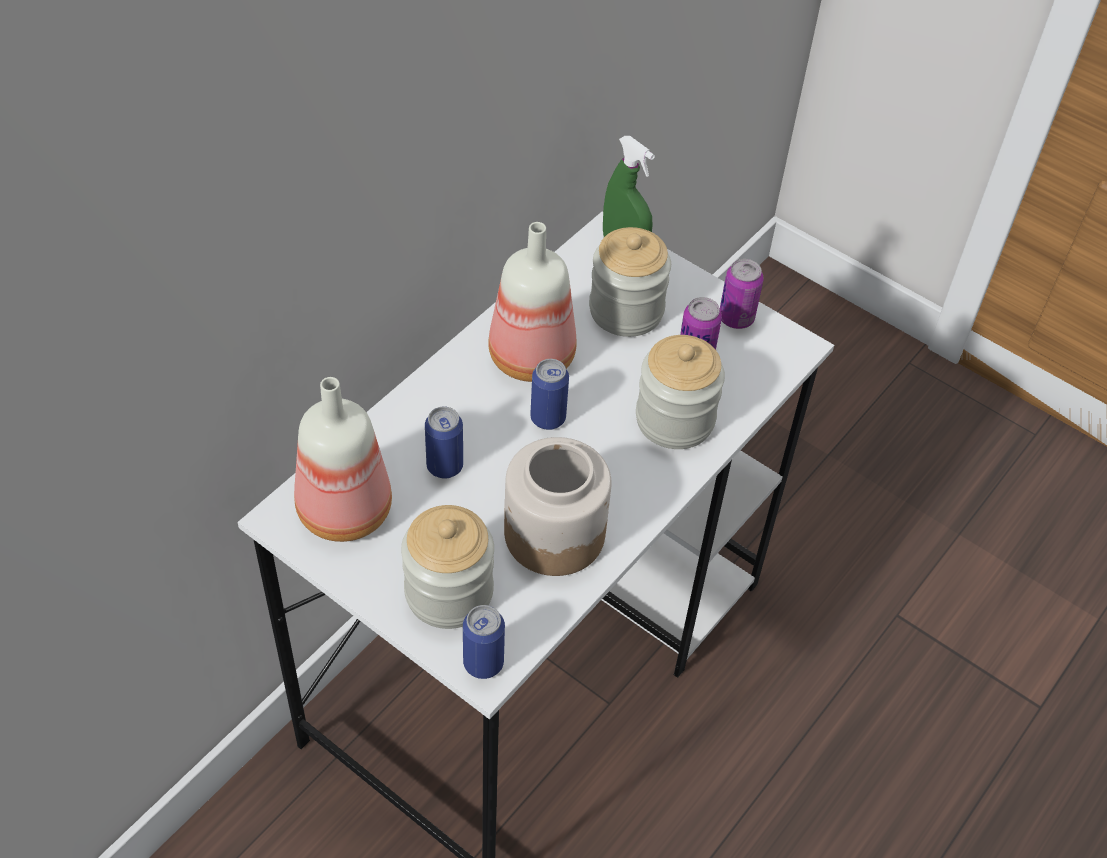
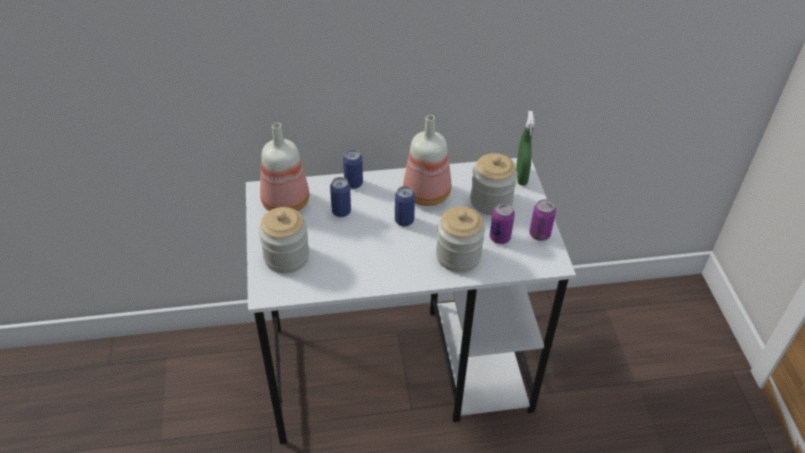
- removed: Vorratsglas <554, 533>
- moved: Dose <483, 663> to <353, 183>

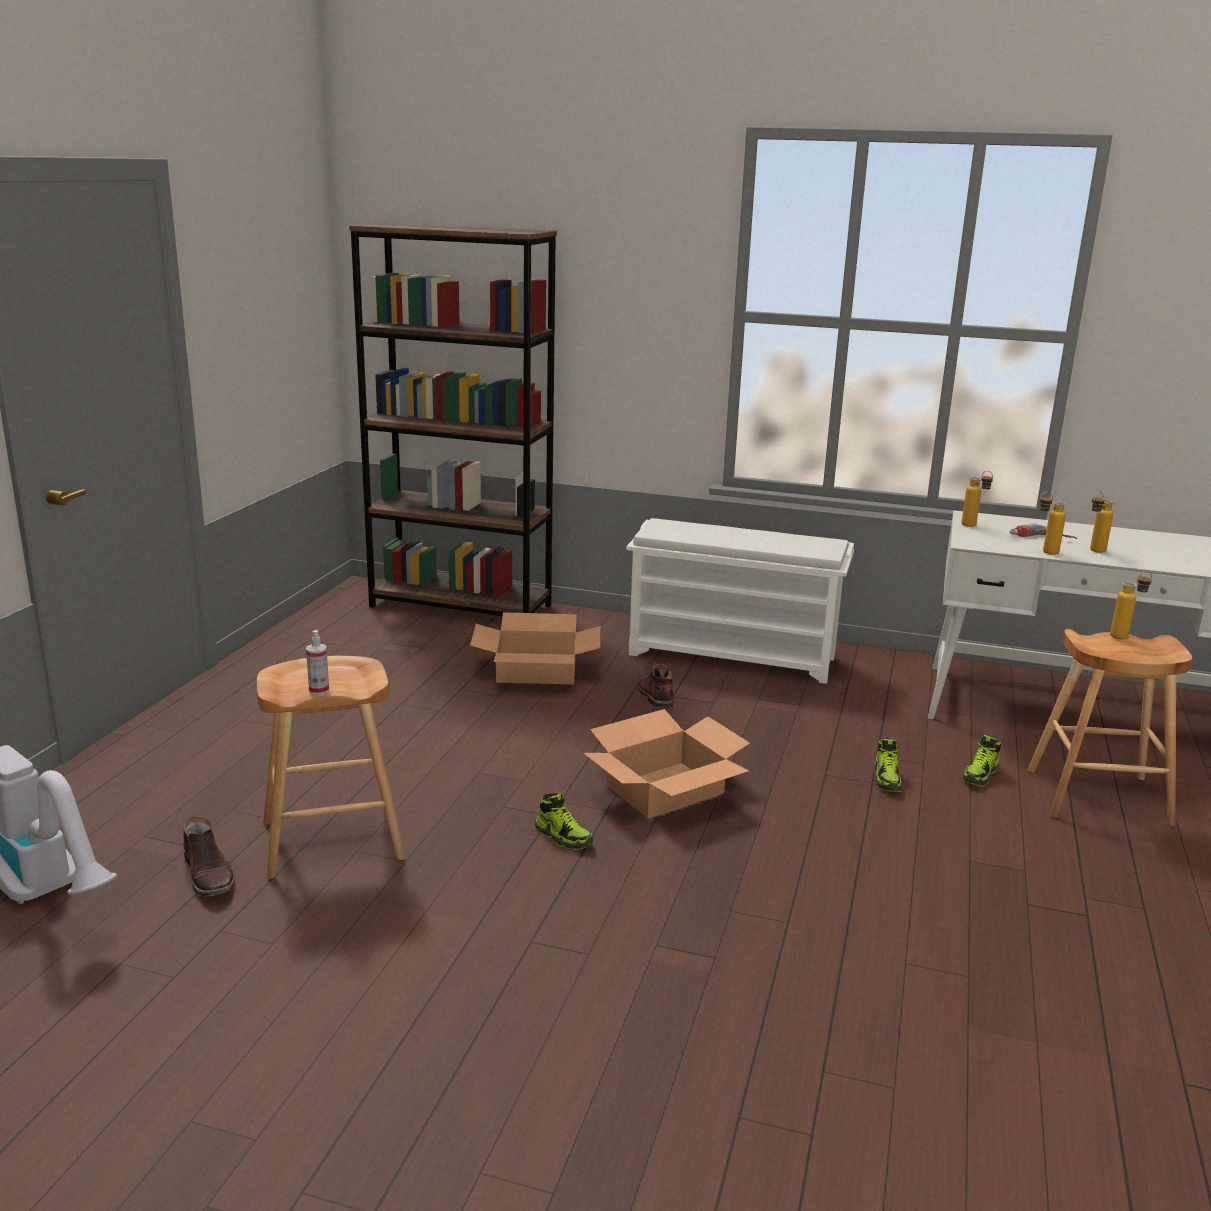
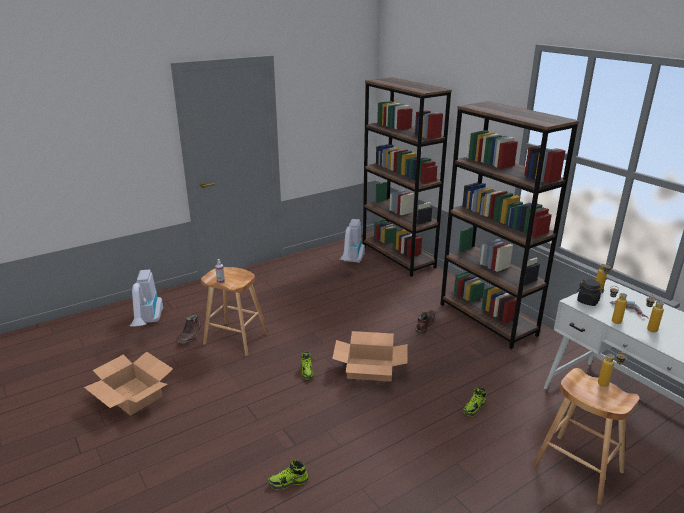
- replaced: Schuhregal (weiß) <734, 655> to Bücherregal (braun) <487, 319>
- moved: Karton <536, 671> to <133, 396>
- moved: Schuh <980, 775> to <288, 482>
- added: Staubsauger <351, 262>
- added: Vorratsglas (schwarz) <588, 301>

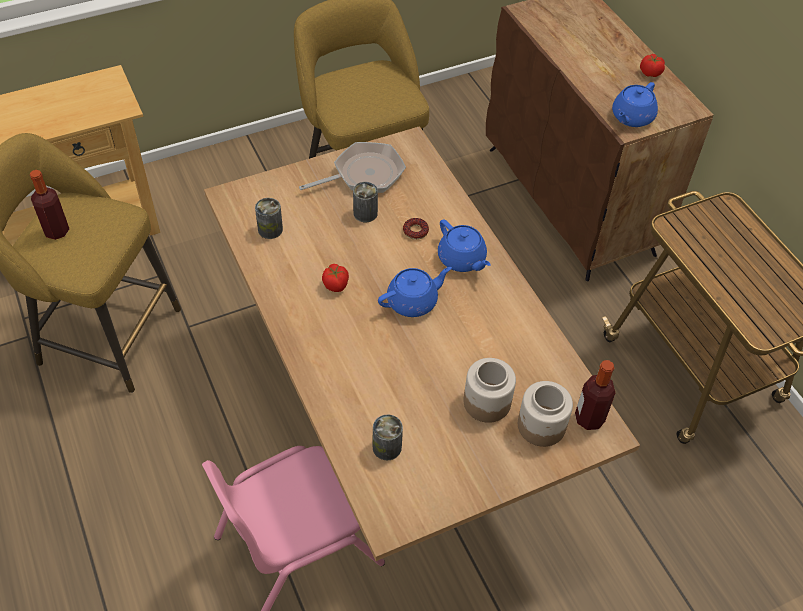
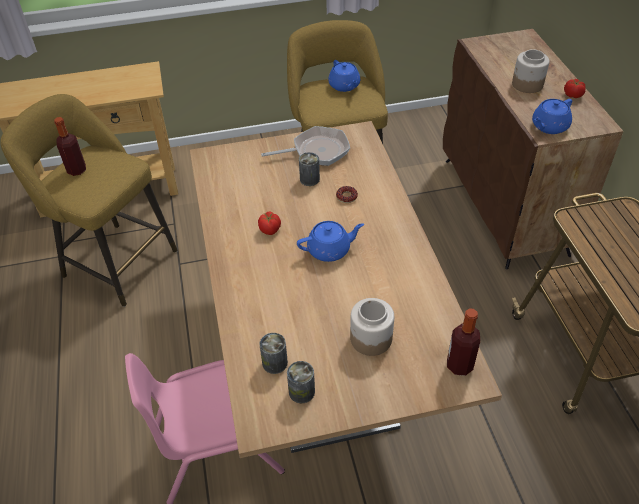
- moved: Dose <270, 229> to <301, 391>
- moved: Teekanne (blau) <462, 259> to <344, 86>
- moved: Vorratsglas <541, 426> to <527, 84>

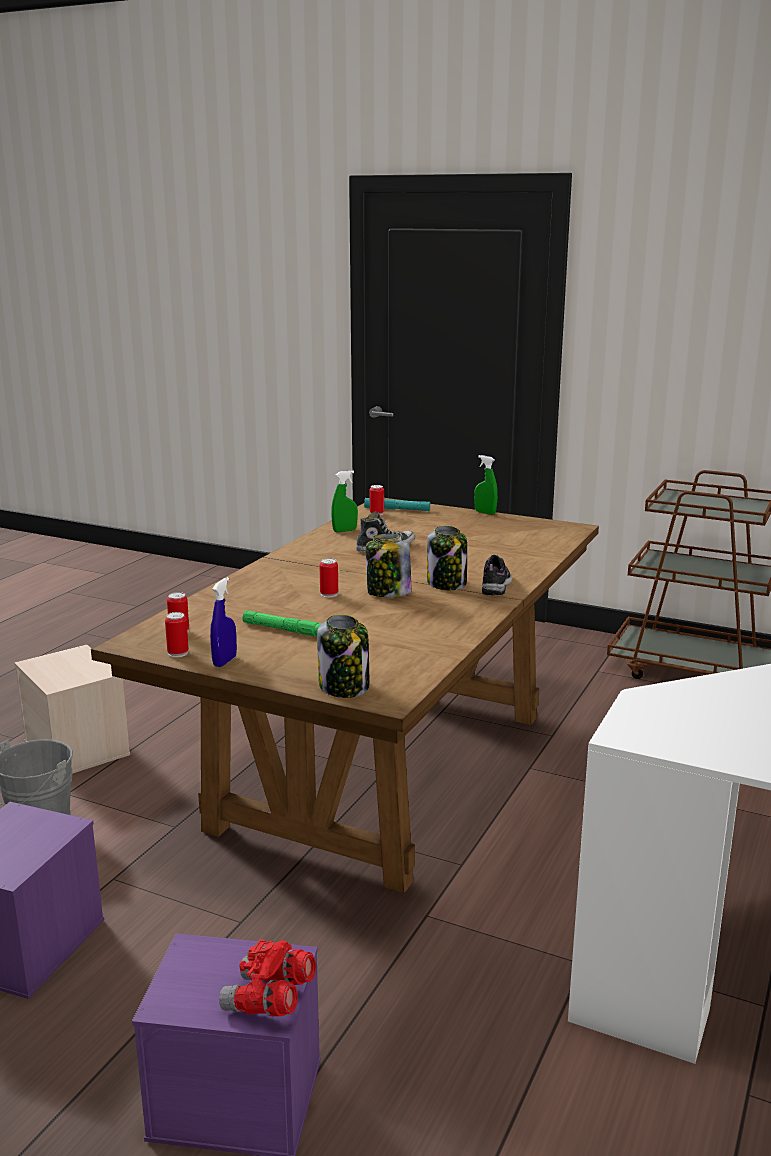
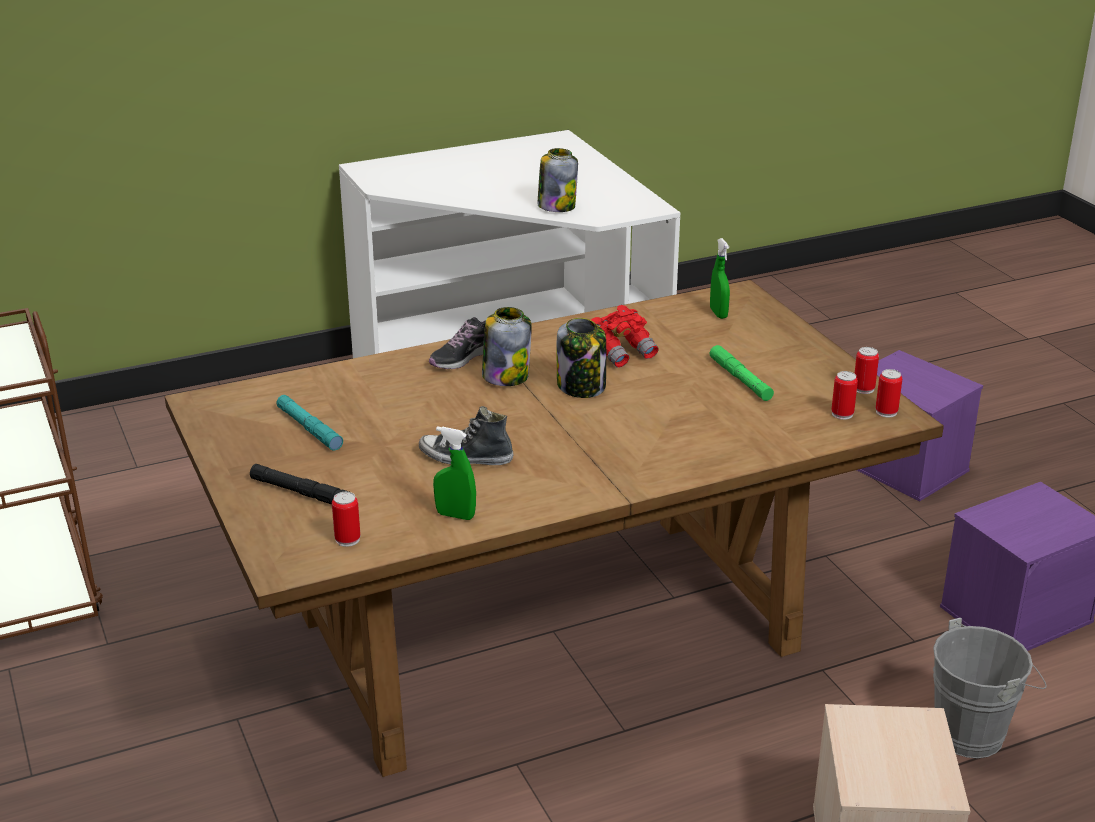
- moved: Sprühflasche (grün) <485, 513> to <718, 313>
- moved: Taschenlampe (türkis) <397, 509> to <309, 428>
- moved: Dose <329, 594> to <886, 412>
- removed: Sprühflasche (blau) <224, 661>
- moved: Vorratsglas <344, 687> to <556, 206>
- moved: Fernglas (rot) <269, 1000> to <621, 352>
- added: Taschenlampe (schwarz) <300, 492>

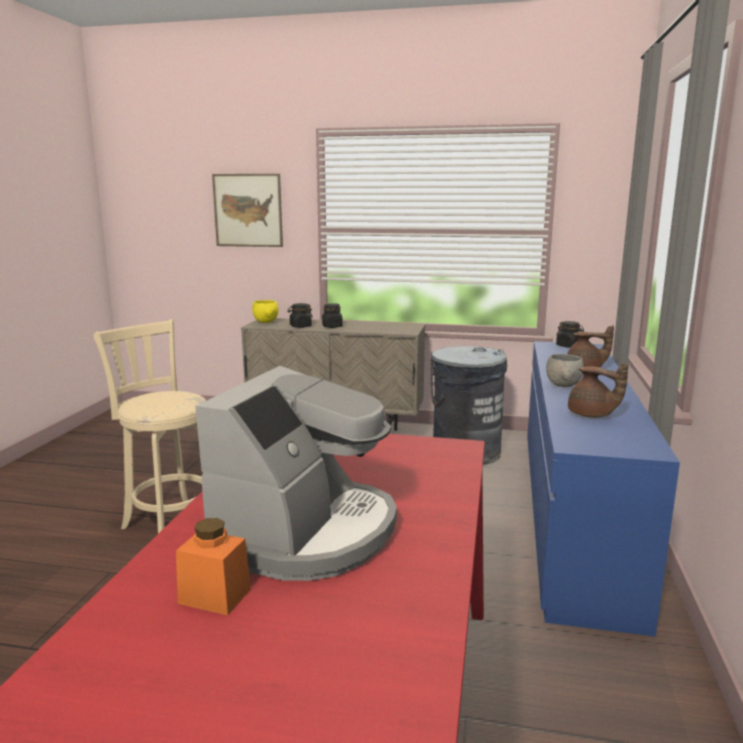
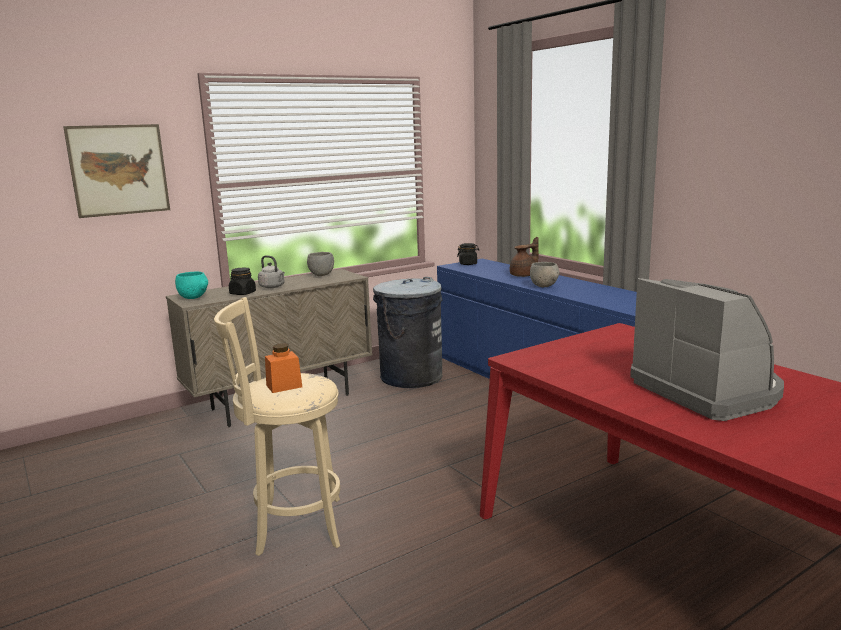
- recoloured: Schüssel (gelb) <266, 323> to Schüssel (türkis) <193, 298>
- replaced: Vorratsglas (schwarz) <332, 326> to Wasserkessel (grau) <273, 287>
- removed: Teekanne (braun) <591, 415>
- moved: Vorratsglas (orange) <215, 596> to <284, 386>
- added: Schüssel (grau) <321, 275>

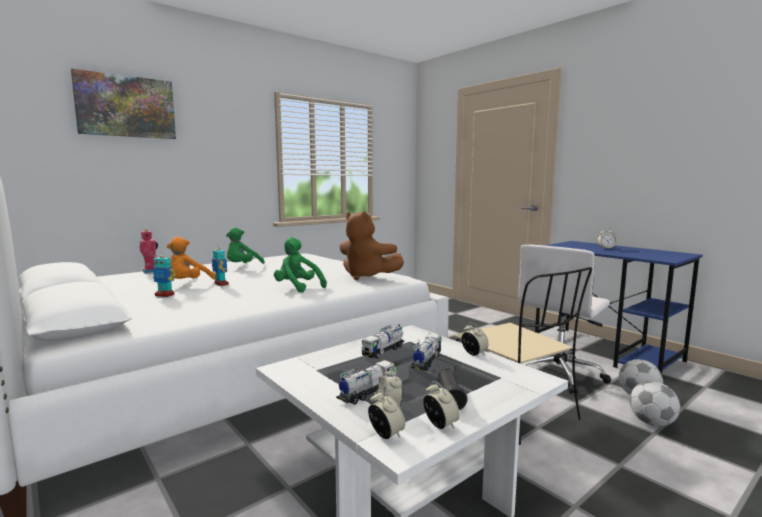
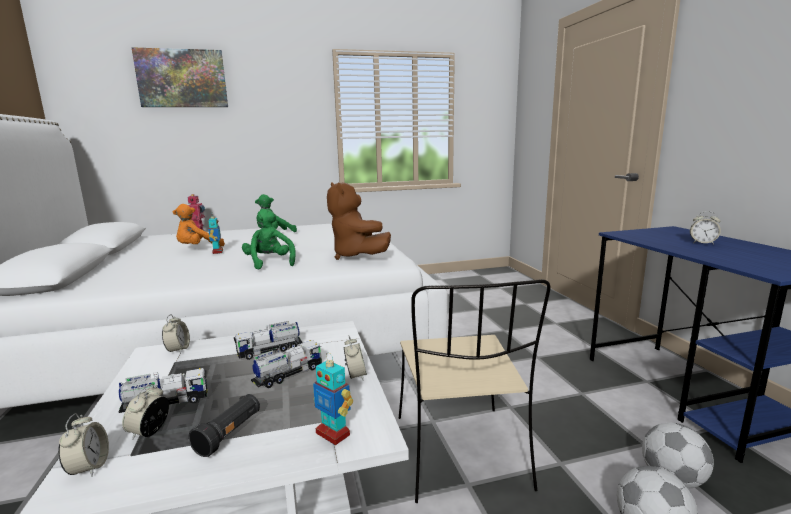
- removed: Bürostuhl (weiß) <558, 374>
- moved: Spielzeugroboter <165, 295> to <333, 434>
- moved: Wecker <440, 425> to <178, 350>

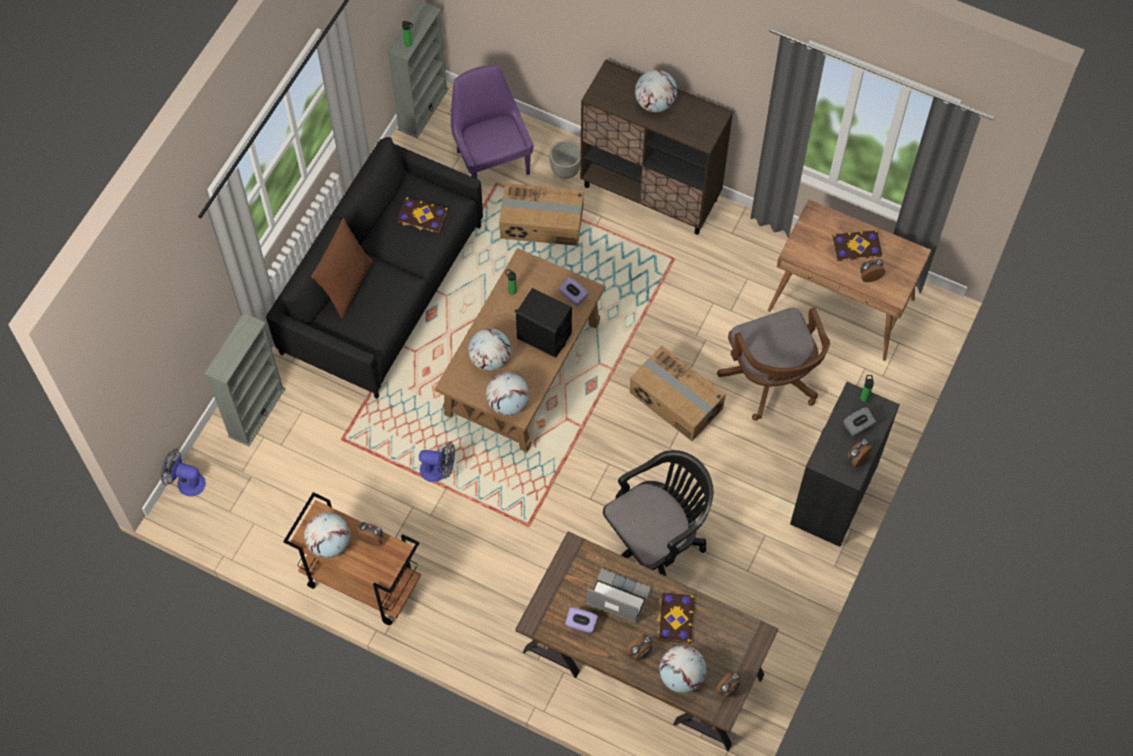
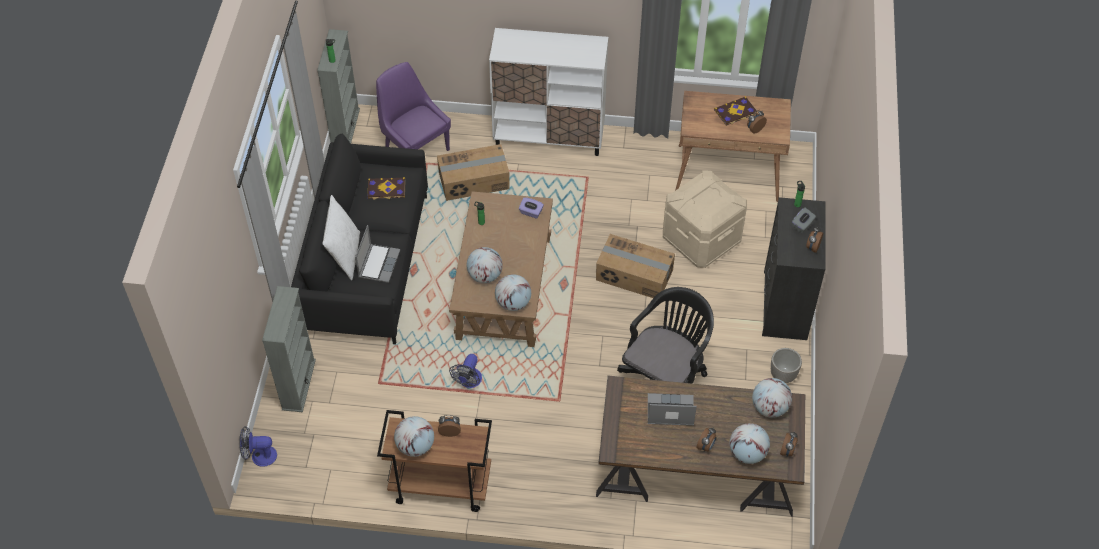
- recoloured: Schrank (braun) <651, 193> to Schrank (weiß) <549, 137>
- moved: Globus <655, 103> to <769, 408>
- moved: Pflanzkübel <566, 171> to <783, 376>
- recoloured: Kissen (braun) <346, 285> to Kissen (weiß) <345, 255>
- removed: Lautsprecher (schwarz) <544, 336>
- replaced: Bürostuhl (braun) <772, 381> to Aufbewahrungsbox (beige) <701, 240>
- turned: Ventilator <439, 470> = <469, 382> 120 degrees clockwise
- removed: Buch <675, 618>
- removed: Taschentuchbox (lila) <581, 624>
- added: Laptop <378, 263>

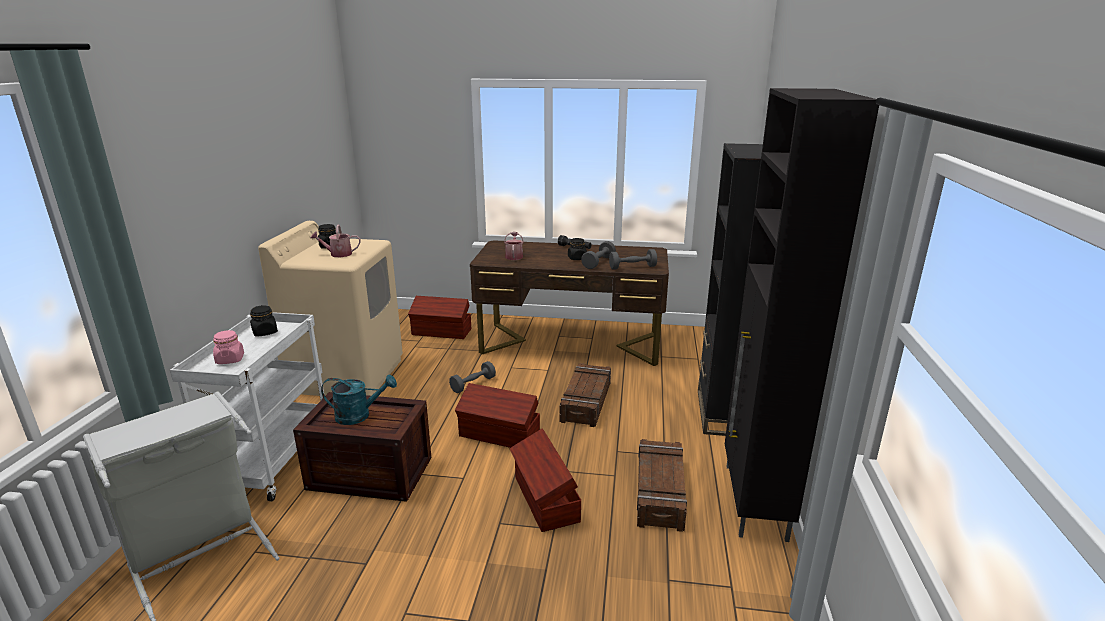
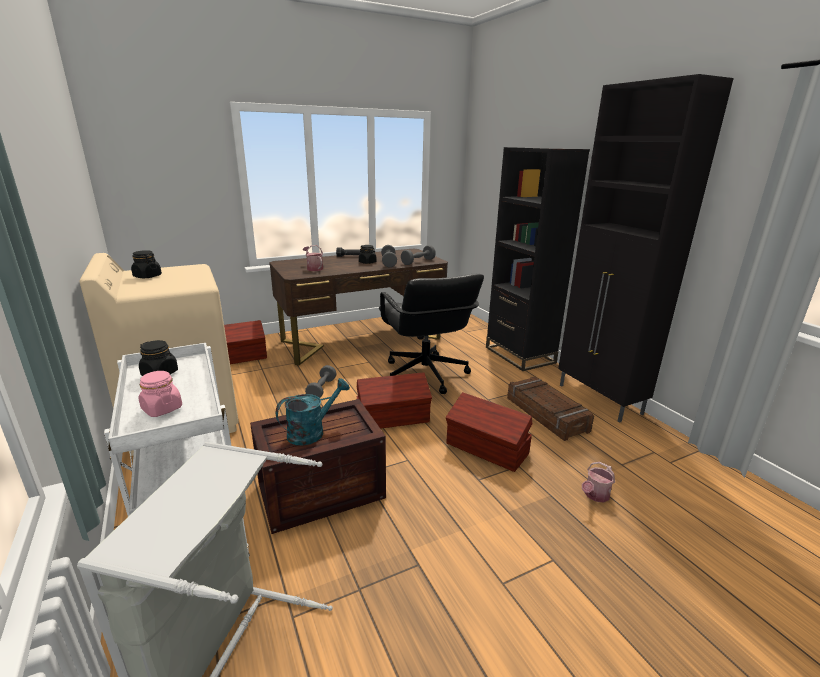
- moved: Gießkanne <338, 254> to <595, 495>
- replaced: Kiste <585, 401> to Bürostuhl (schwarz) <425, 375>

